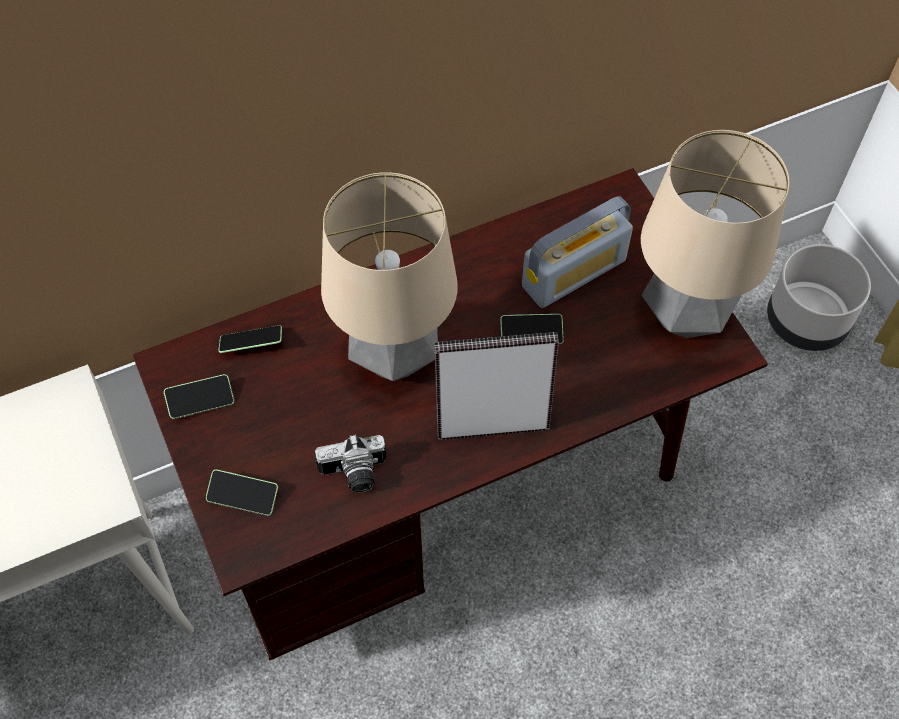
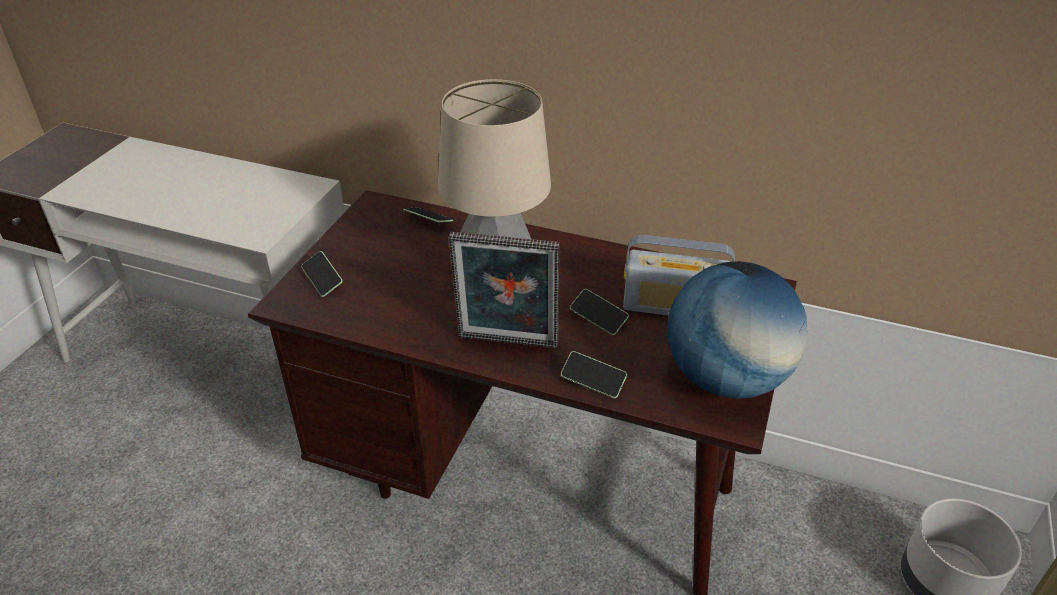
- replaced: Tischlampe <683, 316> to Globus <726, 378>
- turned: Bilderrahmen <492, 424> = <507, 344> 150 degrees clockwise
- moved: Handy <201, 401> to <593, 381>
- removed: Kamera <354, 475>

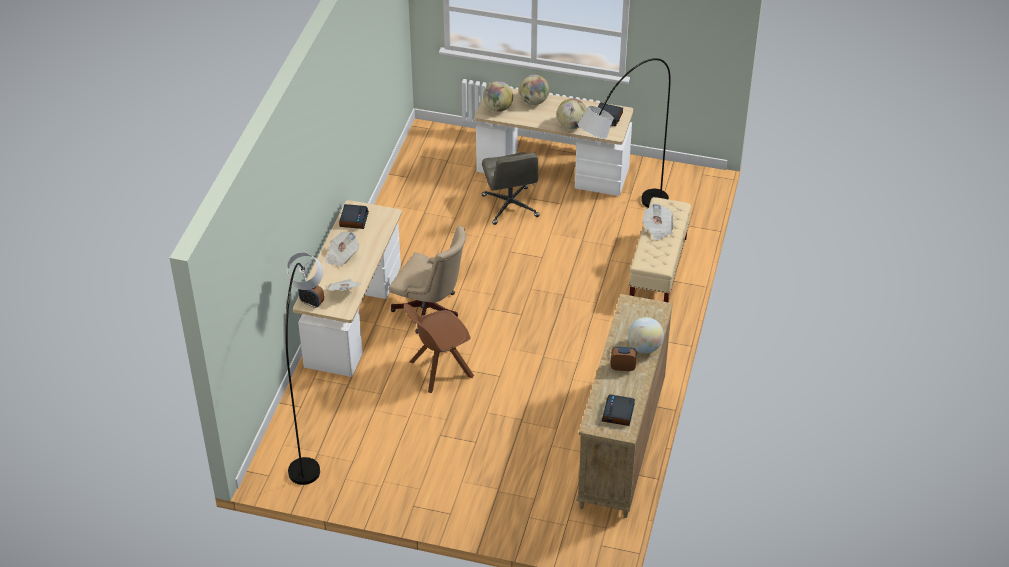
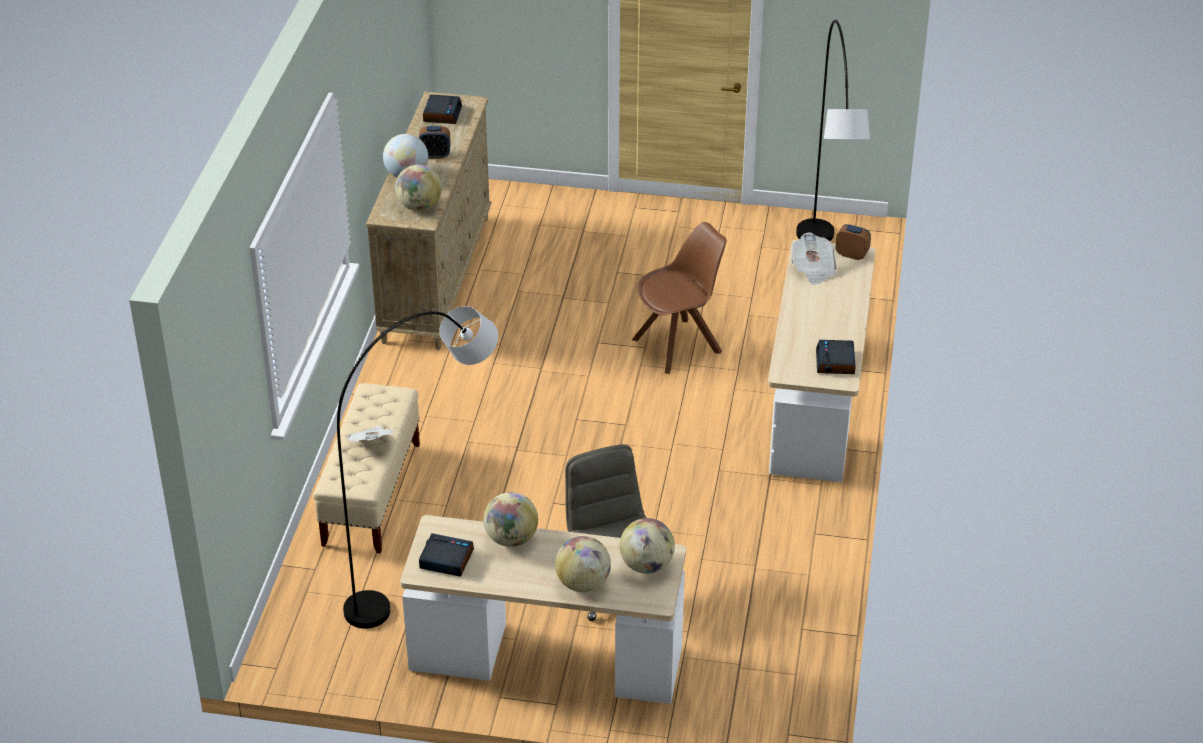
- removed: Bürostuhl (beige) <430, 312>
- removed: Zeitung <341, 256>
- added: Globus <419, 206>

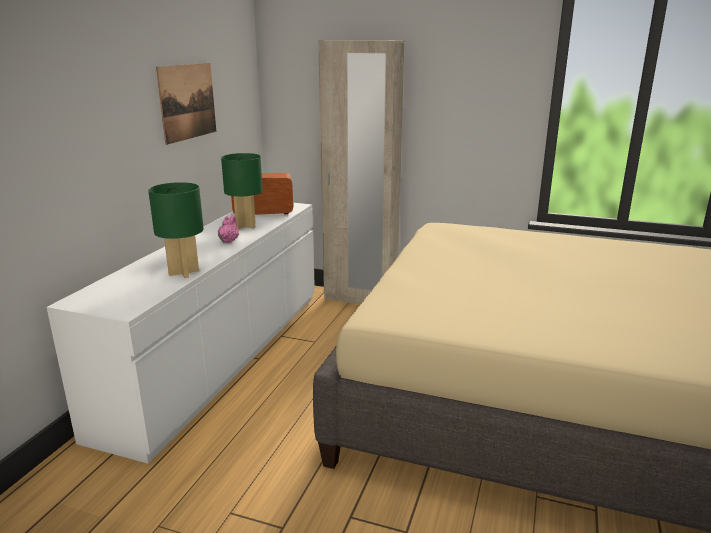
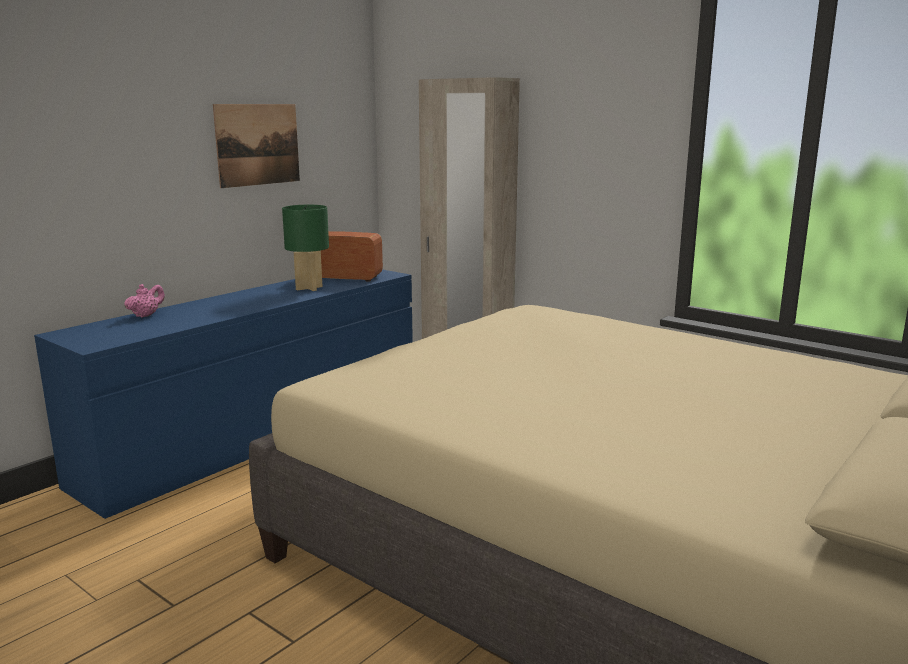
- removed: Tischlampe (grün) <183, 273>
- recoloured: Kommode (weiß) <220, 355> to Kommode (blau) <261, 433>
- moved: Teekanne (rosa) <229, 241> to <146, 315>

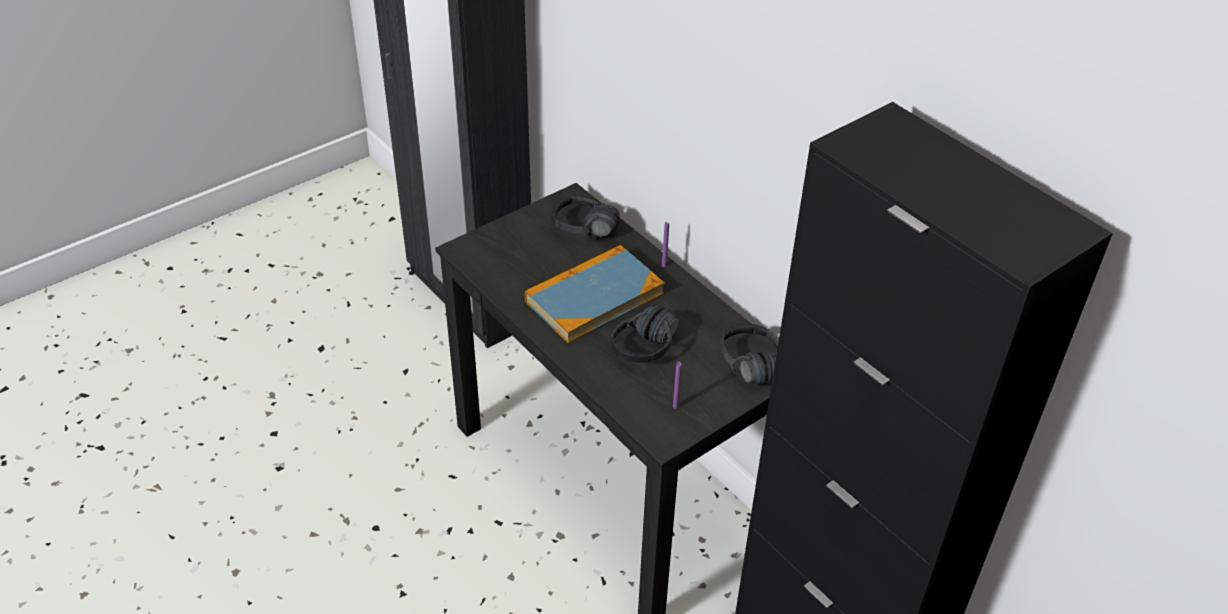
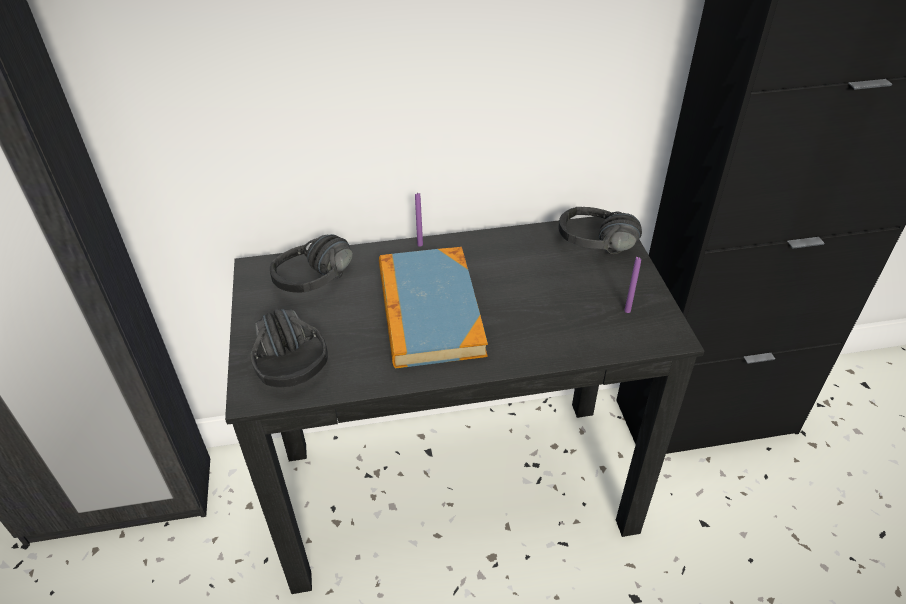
- moved: Kopfhörer (schwarz) <655, 351> to <304, 356>

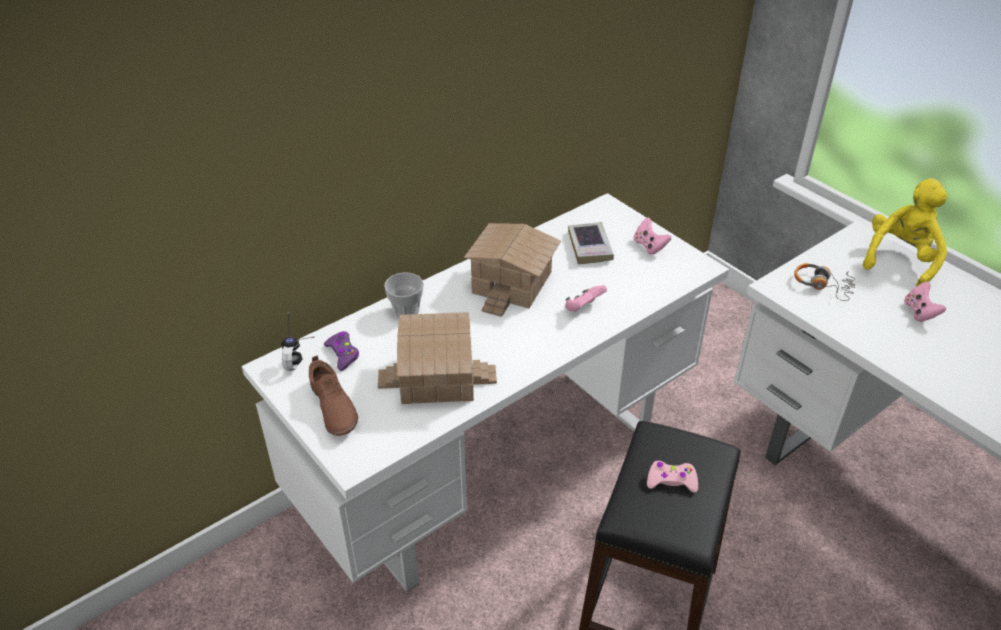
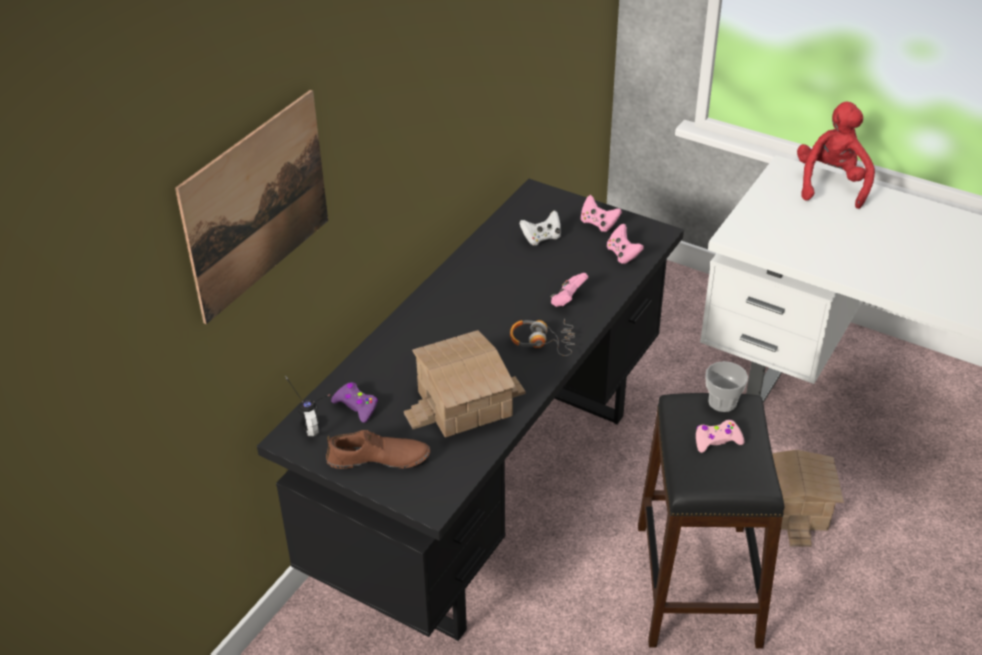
- recoloured: Plüschtier (gelb) <900, 260> to Plüschtier (rot) <831, 184>
- recoloured: Schreibtisch (weiß) <500, 467> to Schreibtisch (schwarz) <491, 493>
- replaced: Buch <590, 247> to Gamepad (weiß) <541, 238>
- moved: Spielzeughaus <510, 282> to <791, 506>
- moved: Kopfhörer <822, 285> to <542, 341>
- moved: Tasse <406, 310> to <722, 402>
- moved: Gamepad (rosa) <919, 312> to <623, 254>
- turned: Schuh (braun) <332, 407> = <378, 459> 45 degrees counterclockwise
- added: Bild <257, 205>

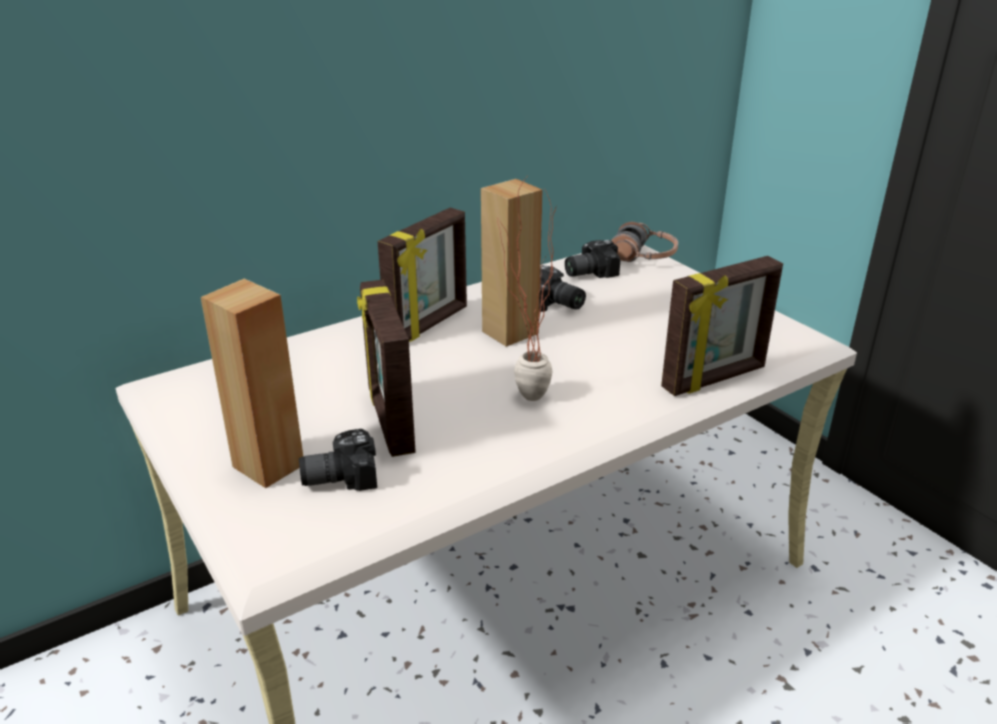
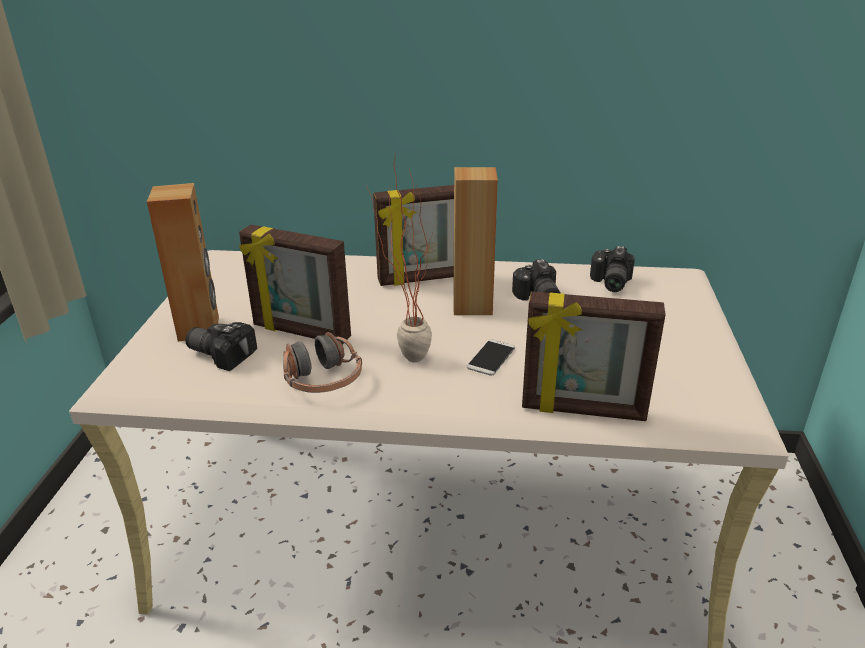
- moved: Kopfhörer <643, 256> to <322, 380>
- turned: Kamera <588, 272> = <609, 283> 90 degrees counterclockwise
- turned: Bilderrahmen <389, 421> = <300, 332> 90 degrees counterclockwise
- added: Handy <491, 358>

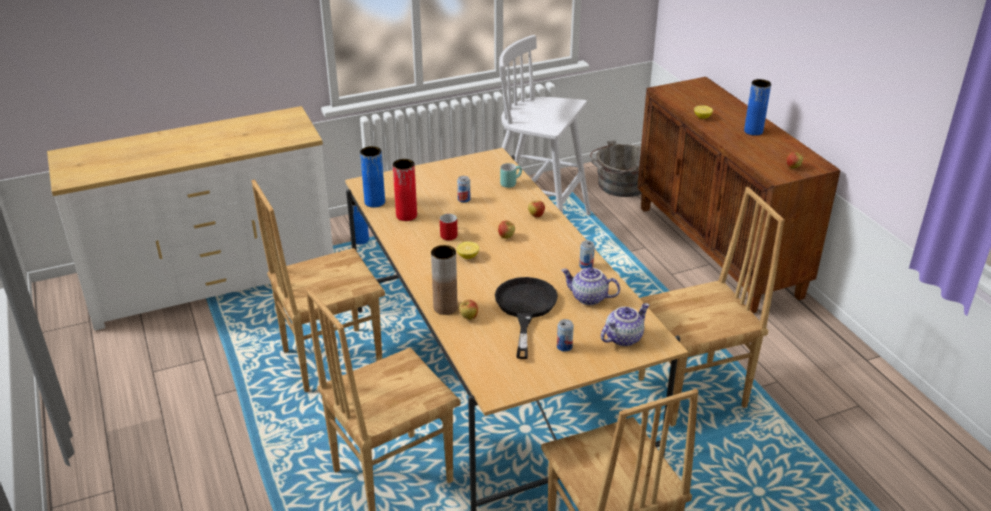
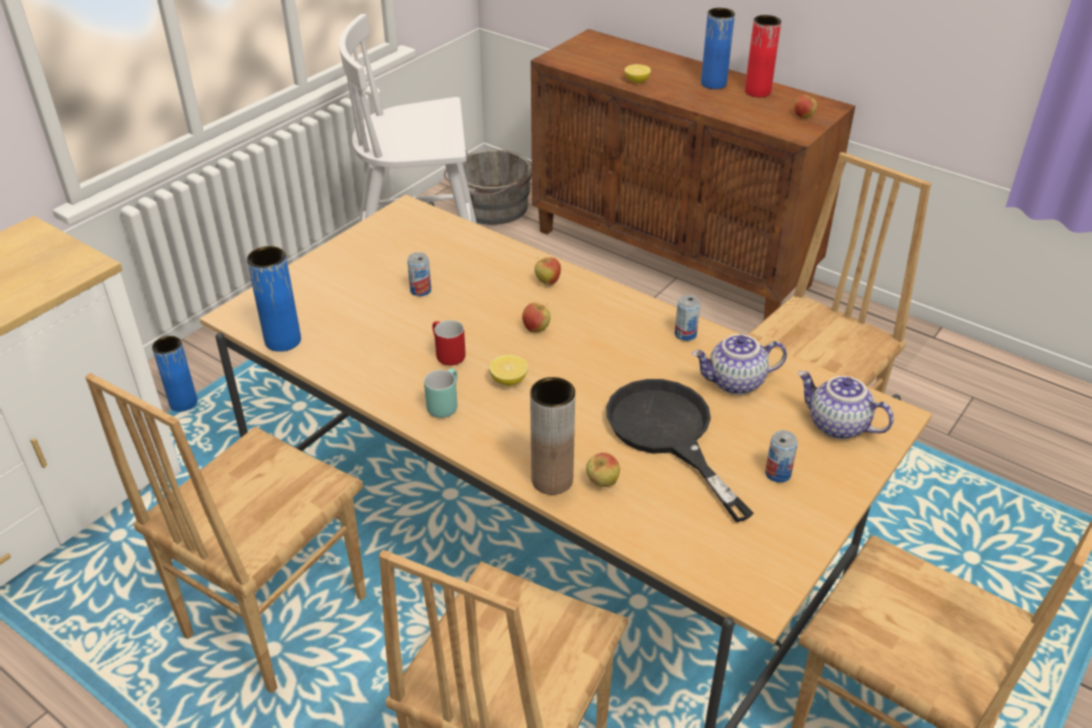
- moved: Vase (rot) <406, 215> to <757, 92>
- moved: Henkelbecher (türkis) <510, 183> to <443, 404>
- turned: Teekanne <623, 337> = <836, 426> 75 degrees counterclockwise

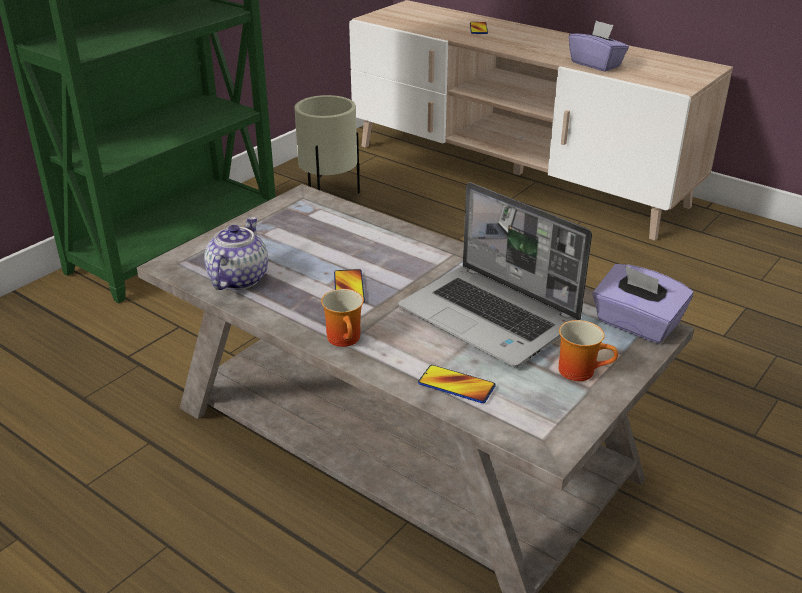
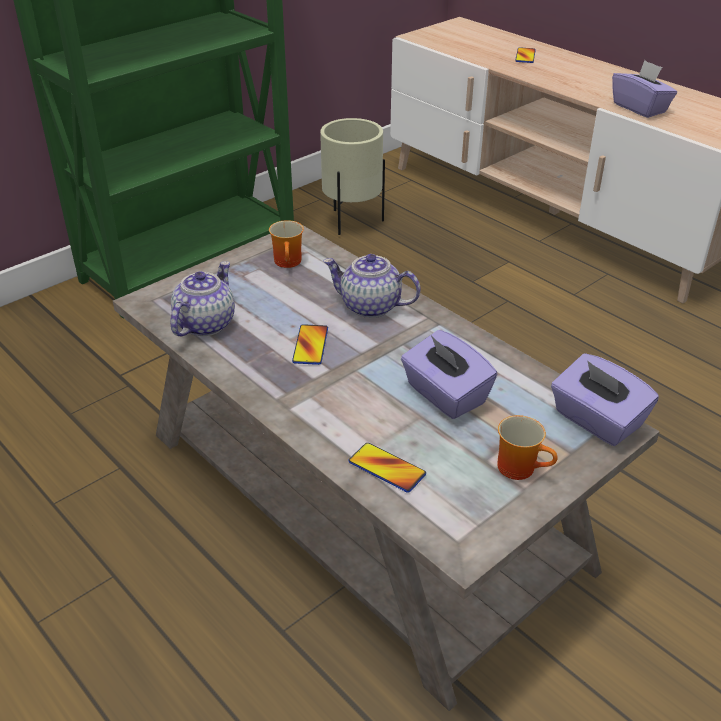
- replaced: Laptop <491, 317> to Taschentuchbox (lila) <445, 395>
- moved: Henkelbecher <347, 339> to <290, 262>
- added: Teekanne <369, 306>

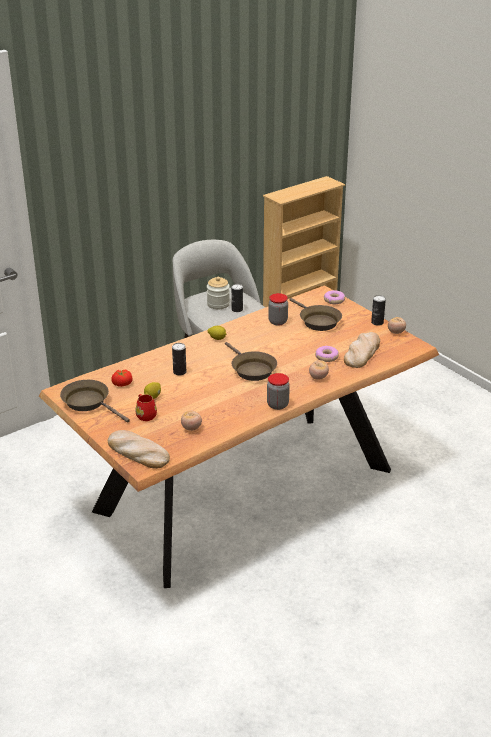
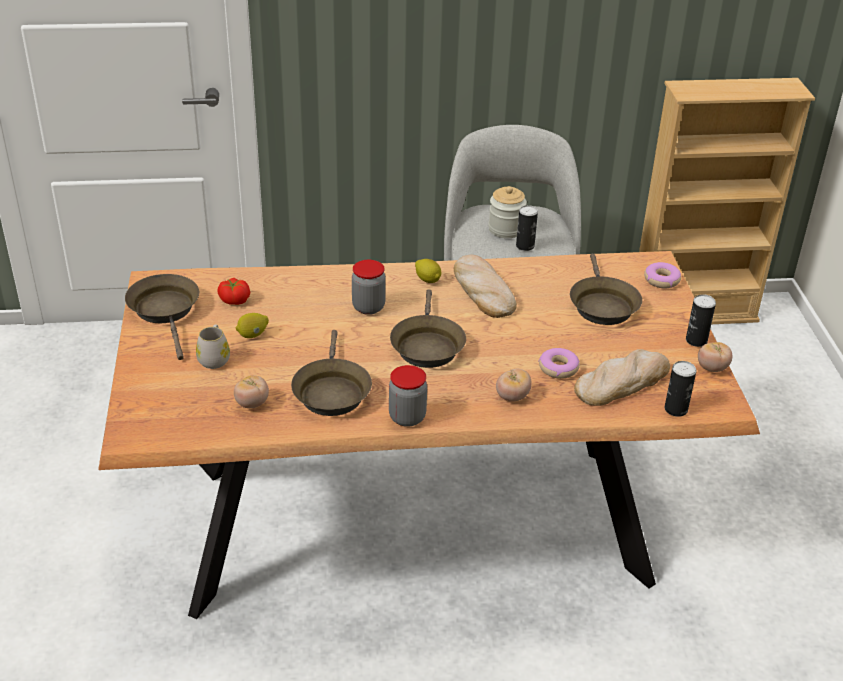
- moved: Vorratsglas <278, 322> to <368, 307>
- moved: Dose <179, 372> to <676, 409>
- recoloured: Henkelbecher (rot) <145, 415> to Henkelbecher (weiß) <214, 358>
- moved: Brot <137, 452> to <482, 290>
- added: Pfanne (braun) <331, 391>

